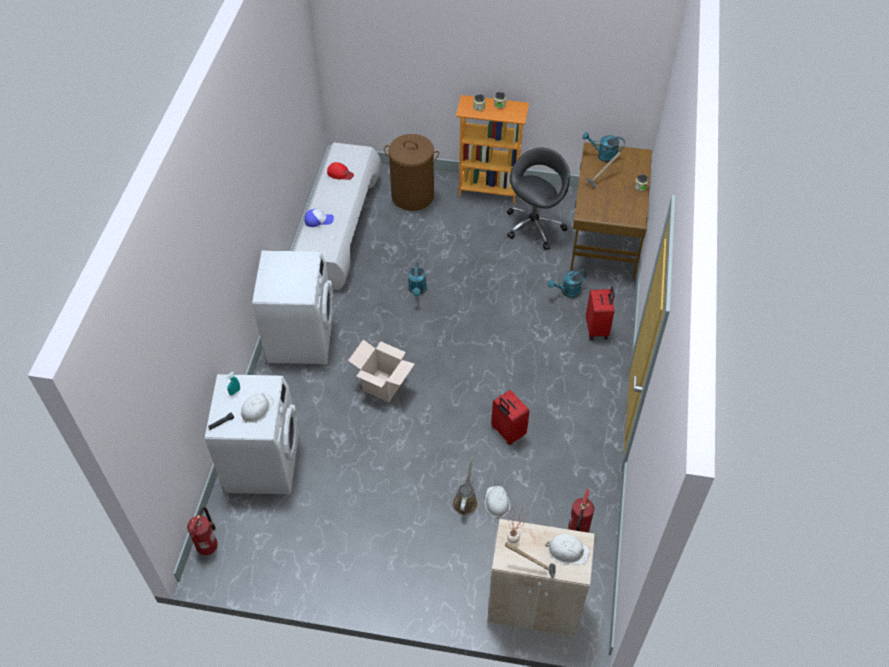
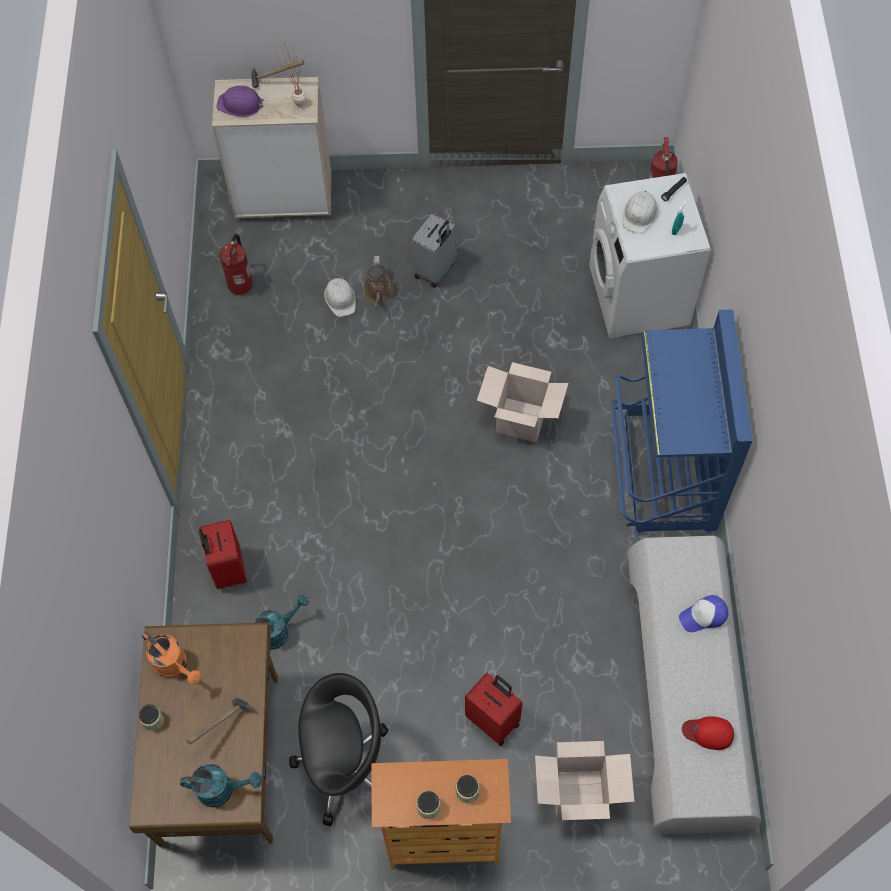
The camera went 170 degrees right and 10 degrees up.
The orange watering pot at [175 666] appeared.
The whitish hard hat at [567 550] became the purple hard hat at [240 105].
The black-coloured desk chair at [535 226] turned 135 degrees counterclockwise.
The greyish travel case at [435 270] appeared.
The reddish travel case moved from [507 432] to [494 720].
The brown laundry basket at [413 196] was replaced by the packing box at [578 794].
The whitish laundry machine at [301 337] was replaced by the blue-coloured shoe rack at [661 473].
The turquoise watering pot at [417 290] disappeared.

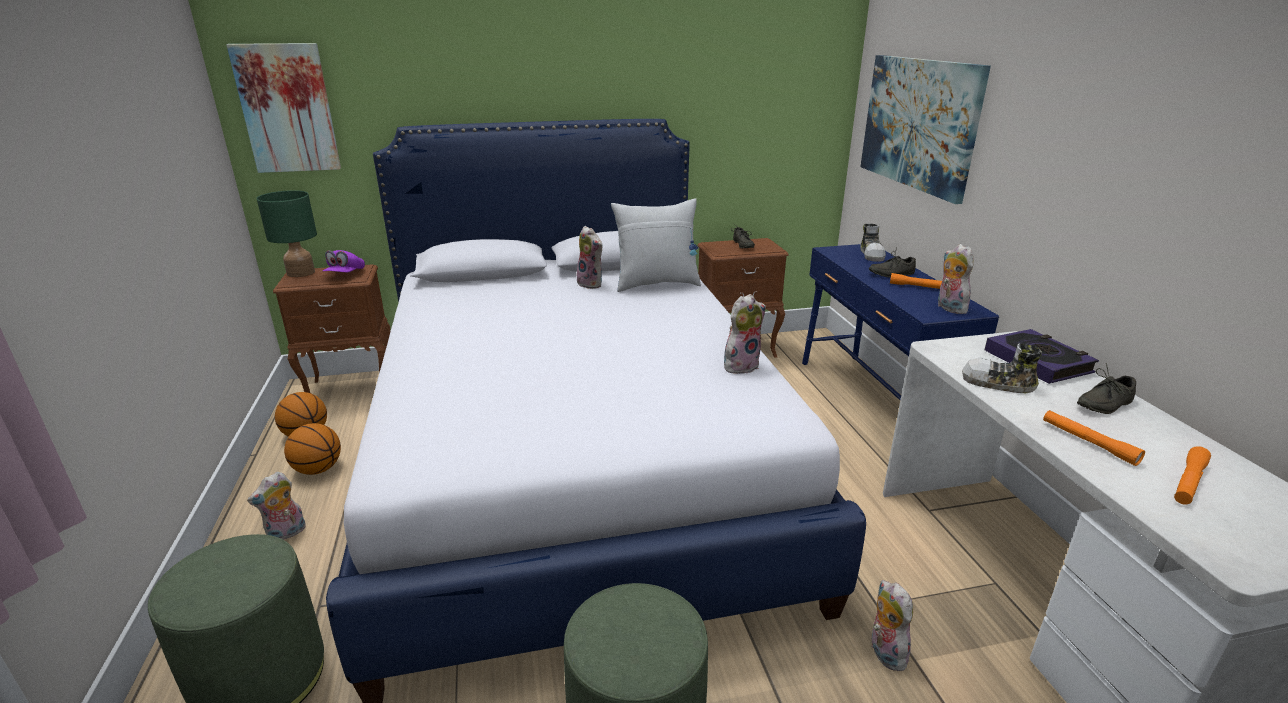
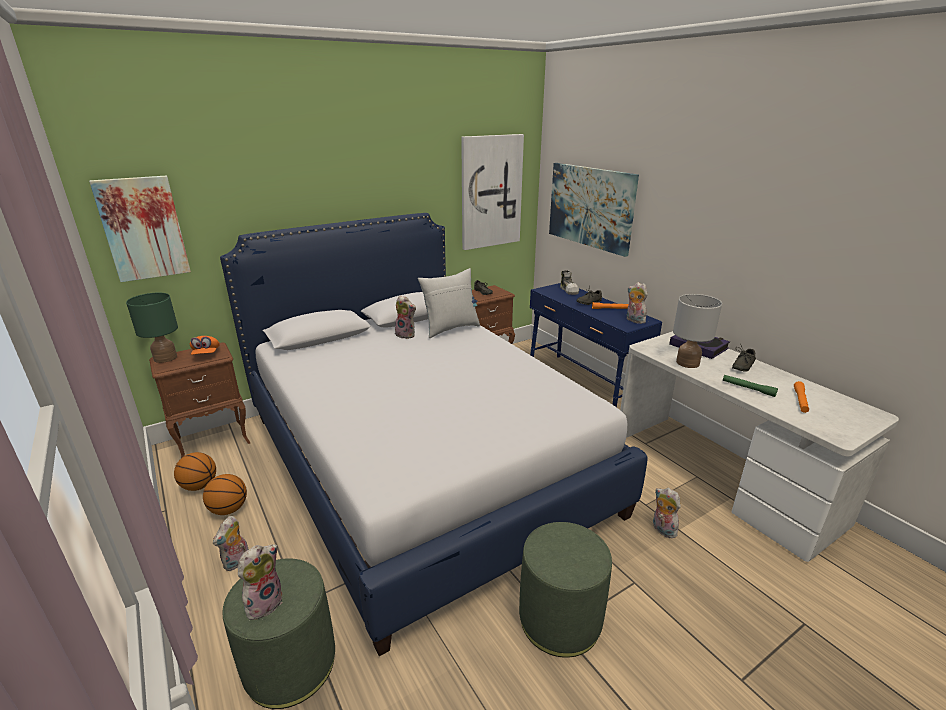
The camera went 20 degrees left and 0 degrees up.
The purple peaked cap at [345 274] became the orange peaked cap at [206 354].
The cuddly toy moved from [741 365] to [264 602].
The picture at [491 192] appeared.
The item of footwear at [997 383] was replaced by the greyish table lamp at [687 363].
The orange torch at [1088 442] became the green torch at [748 389].

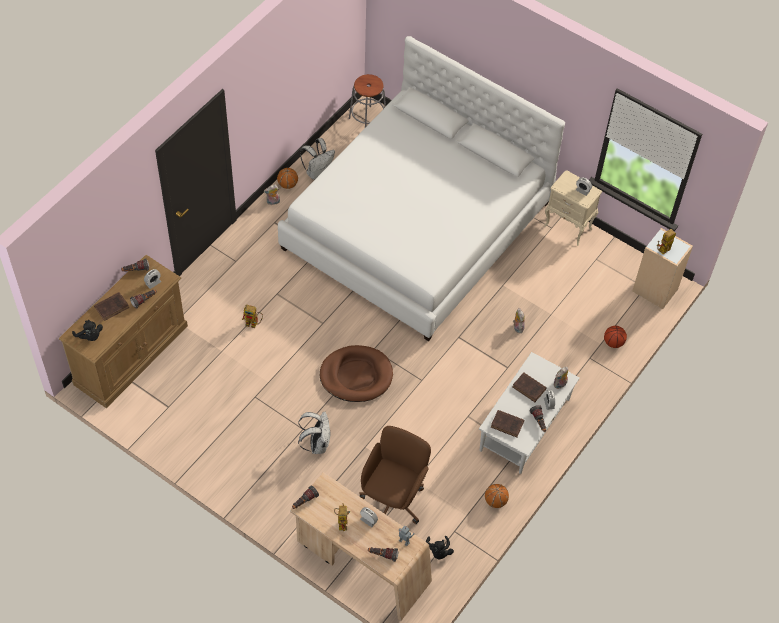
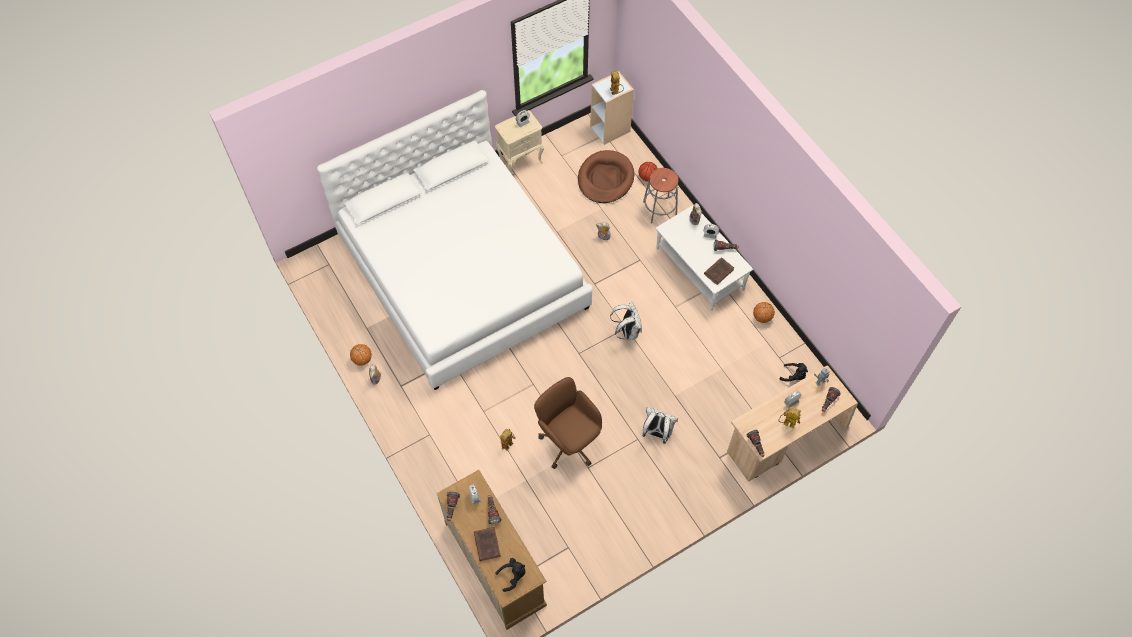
The camera went 65 degrees left and 5 degrees up.
The brown desk chair moved from [393 502] to [569 443].
The brown dog bed moved from [356 375] to [605 179].
The whitish backpack moved from [318 172] to [627 331].
The greyish stool seat moved from [367 120] to [660 209].
The brown book at [529 388] disappeared.

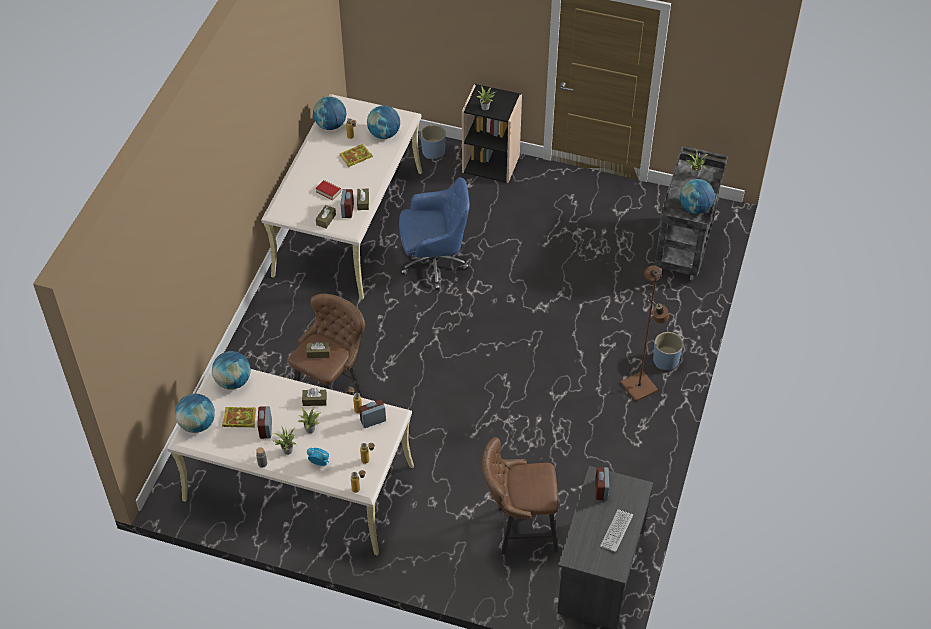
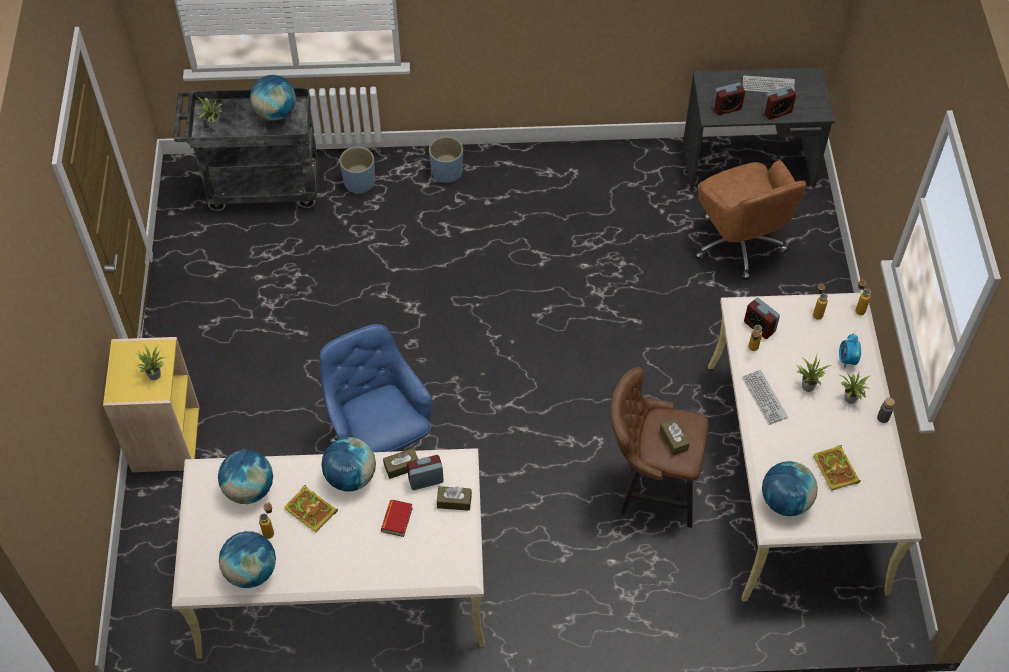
The camera went 110 degrees left and 5 degrees up.
The black-coloured bookcase at [491 163] became the yellow-coloured bookcase at [165 438].
The desk globe moved from [197 424] to [351 477].
The blue-coloured flower pot moved from [433 152] to [360 182].
The brown stool seat at [518 530] was replaced by the brown desk chair at [738 244].
The brown tissue holder at [314 400] was replaced by the keyboard at [764 398].
The table clock moved from [266 429] to [777 112].
The brown standing lamp at [638 387] disappeared.

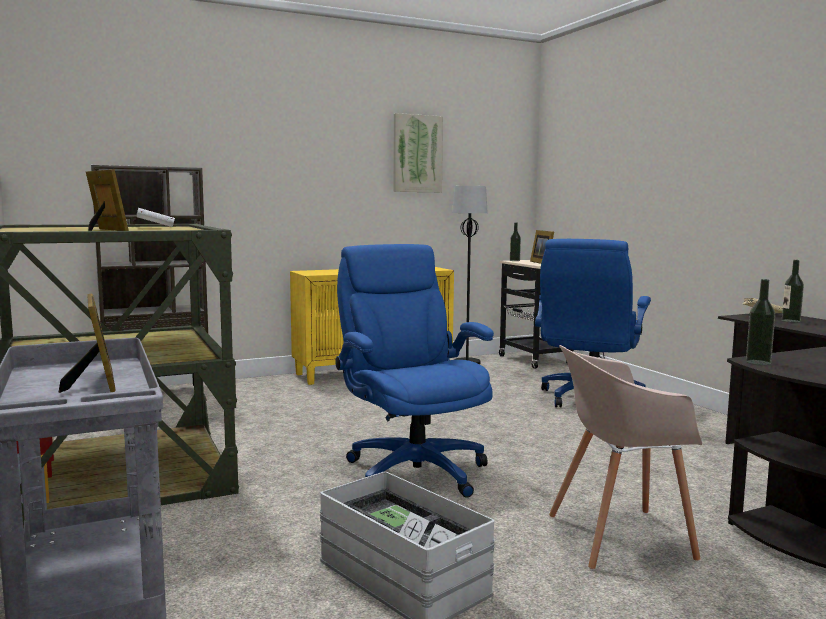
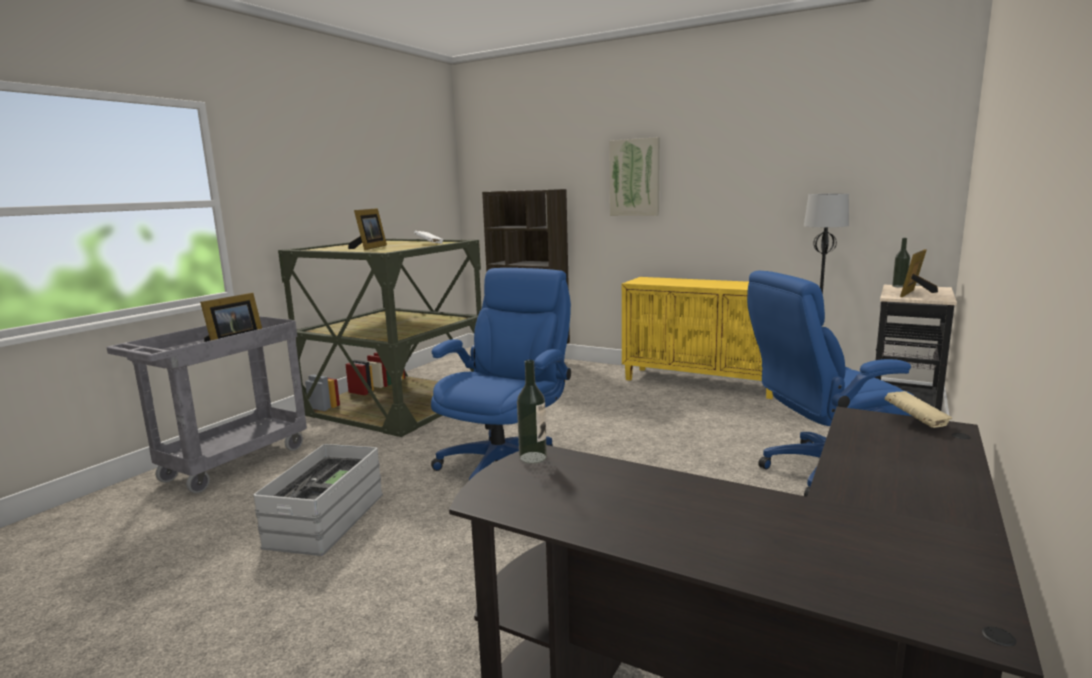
The camera went 55 degrees right and 5 degrees up.
The picture moved from [417 153] to [634 177].
The beige chair at [618 537] disappeared.
The drink bottle at [790 321] disappeared.

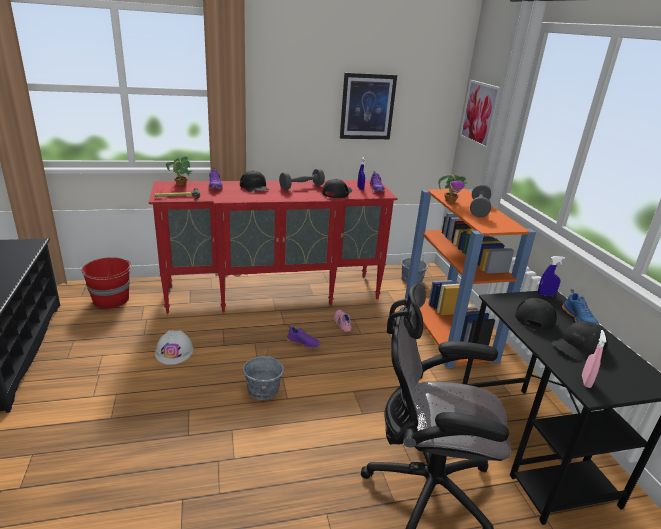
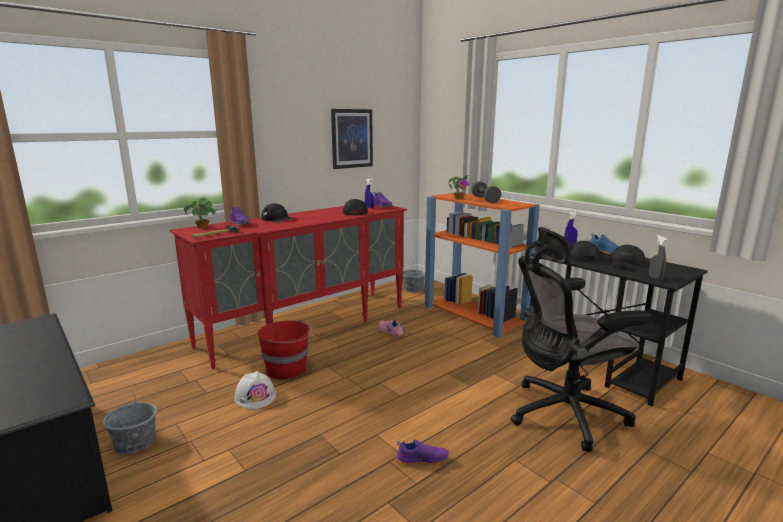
The camera went 25 degrees left and 10 degrees down.
The greyish pail moved from [263 389] to [135 442].
The reddish pail moved from [111 300] to [287 369].
The purple item of footwear moved from [303 343] to [422 459].
The pink spray bottle at [586 381] became the greyish spray bottle at [655 277].
The greyish dumbbell at [301 187] disappeared.
The picture at [480 113] disappeared.

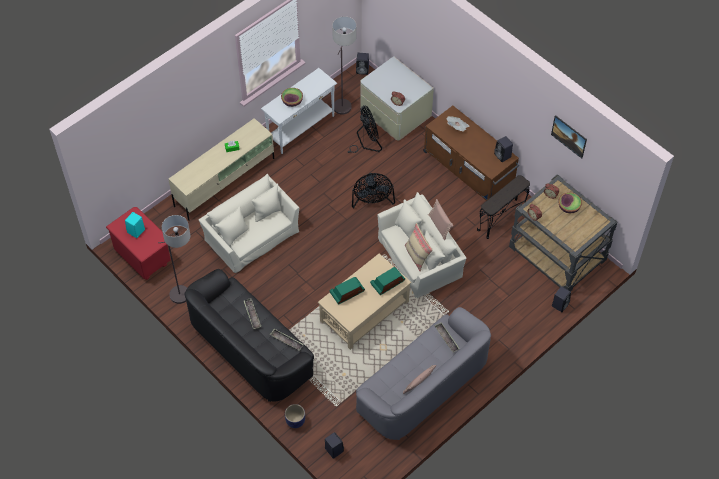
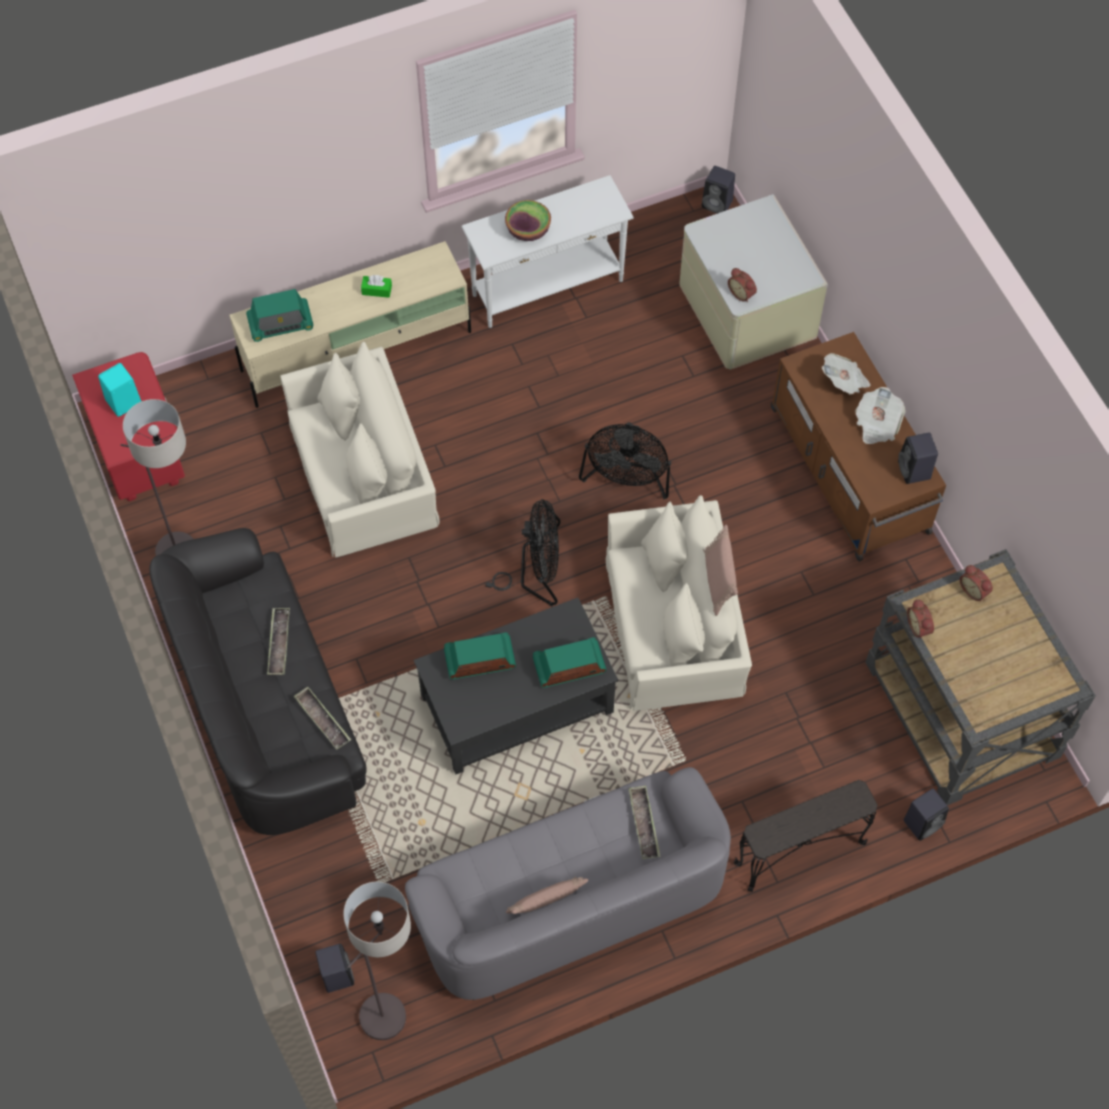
The camera went 20 degrees right and 5 degrees up.
The radio receiver at [280 323] appeared.
The beige lounge chair at [252 235] turned 90 degrees clockwise.
The greyish standing lamp moved from [344 103] to [392 1006].
The beige coffee table at [364 311] became the black-coloured coffee table at [516 703].
The black-coloured electric fan moved from [365 140] to [535 569].
The black-coloured end table moved from [501 219] to [800 853].
The printed paper at [877 424] appeared.
The flower pot at [295 421] disappeared.
The beige pillow at [417 256] disappeared.
The picture at [568 141] disappeared.
The bowl at [568 207] disappeared.

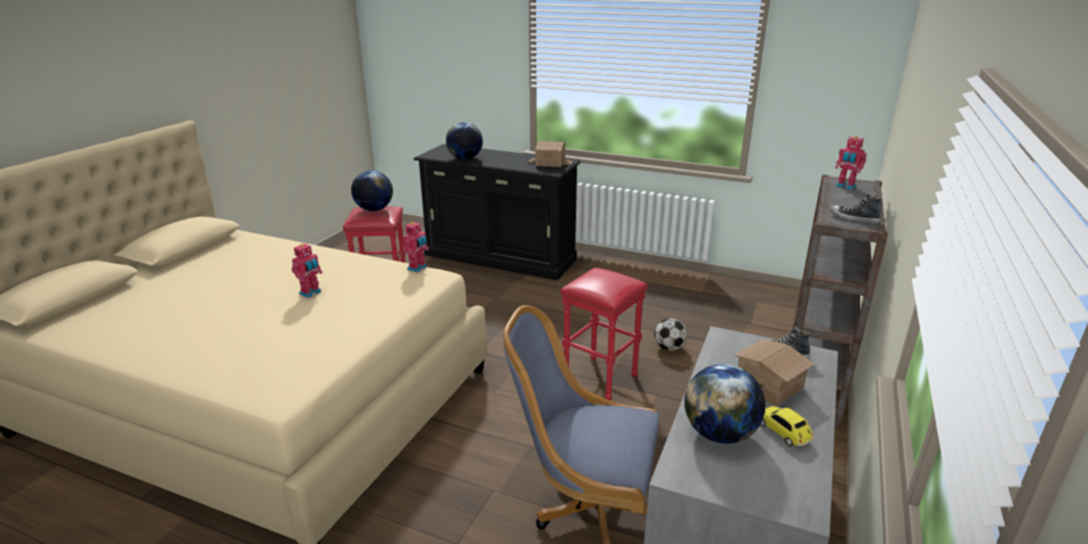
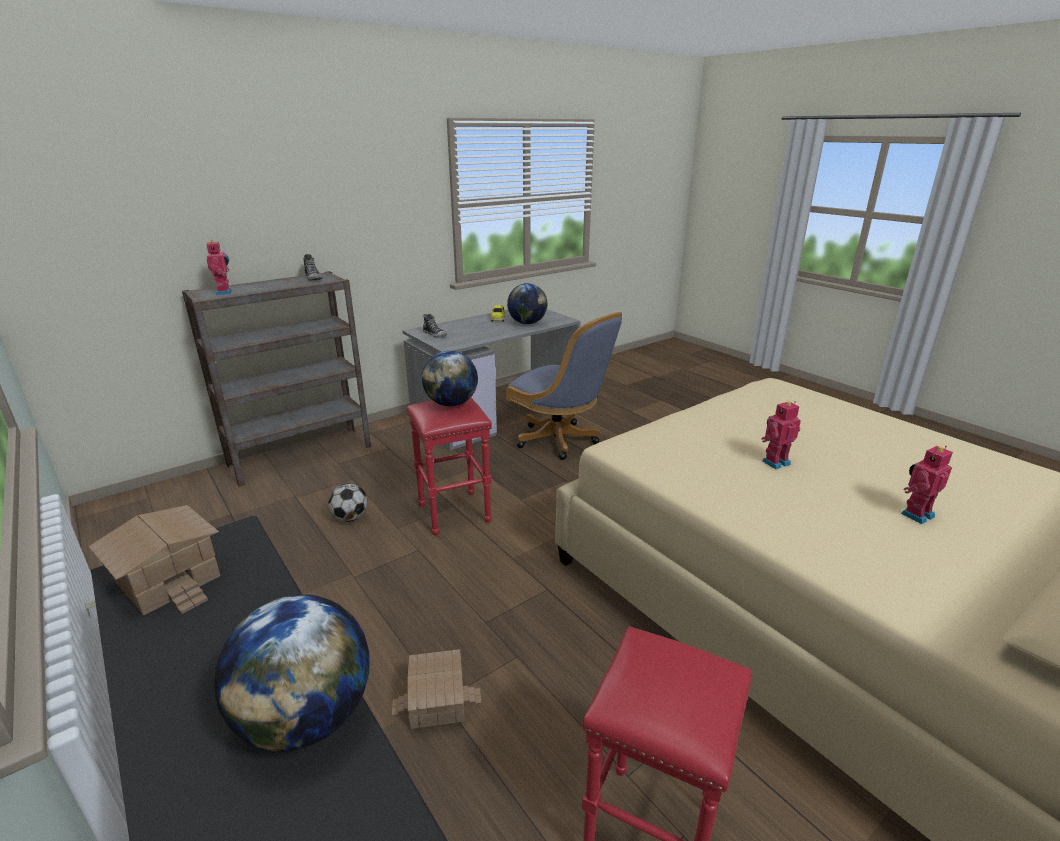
The camera went 150 degrees left and 0 degrees up.
The toy house moved from [770 387] to [437 701].
The desk globe moved from [374 209] to [451 403].
The robot figure moved from [418 268] to [915 514].

